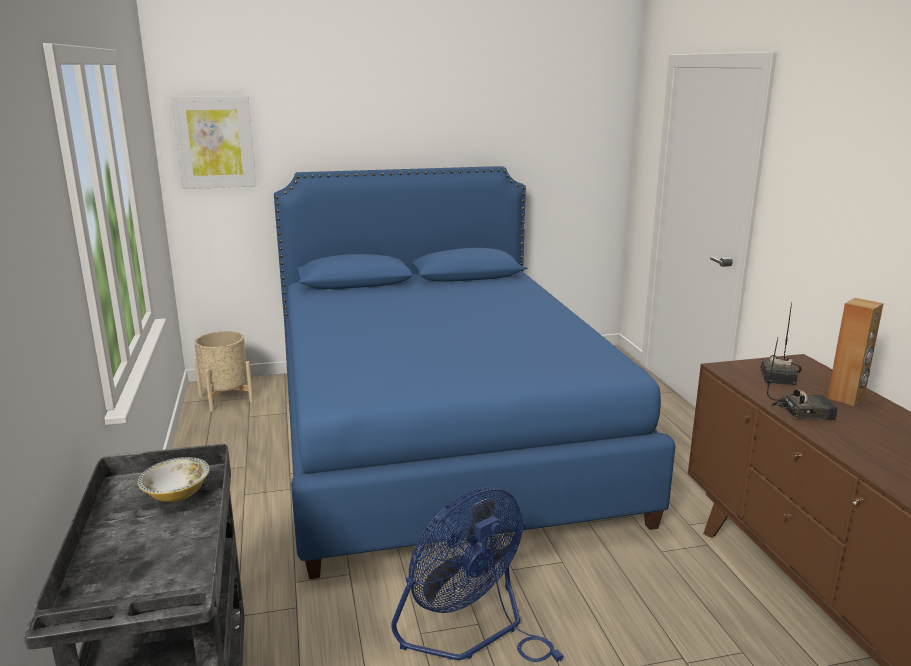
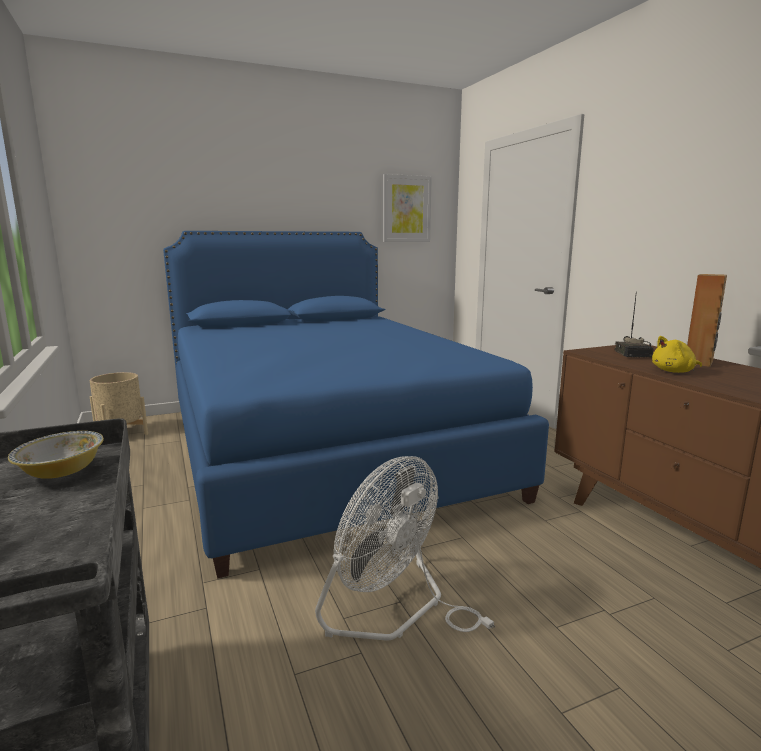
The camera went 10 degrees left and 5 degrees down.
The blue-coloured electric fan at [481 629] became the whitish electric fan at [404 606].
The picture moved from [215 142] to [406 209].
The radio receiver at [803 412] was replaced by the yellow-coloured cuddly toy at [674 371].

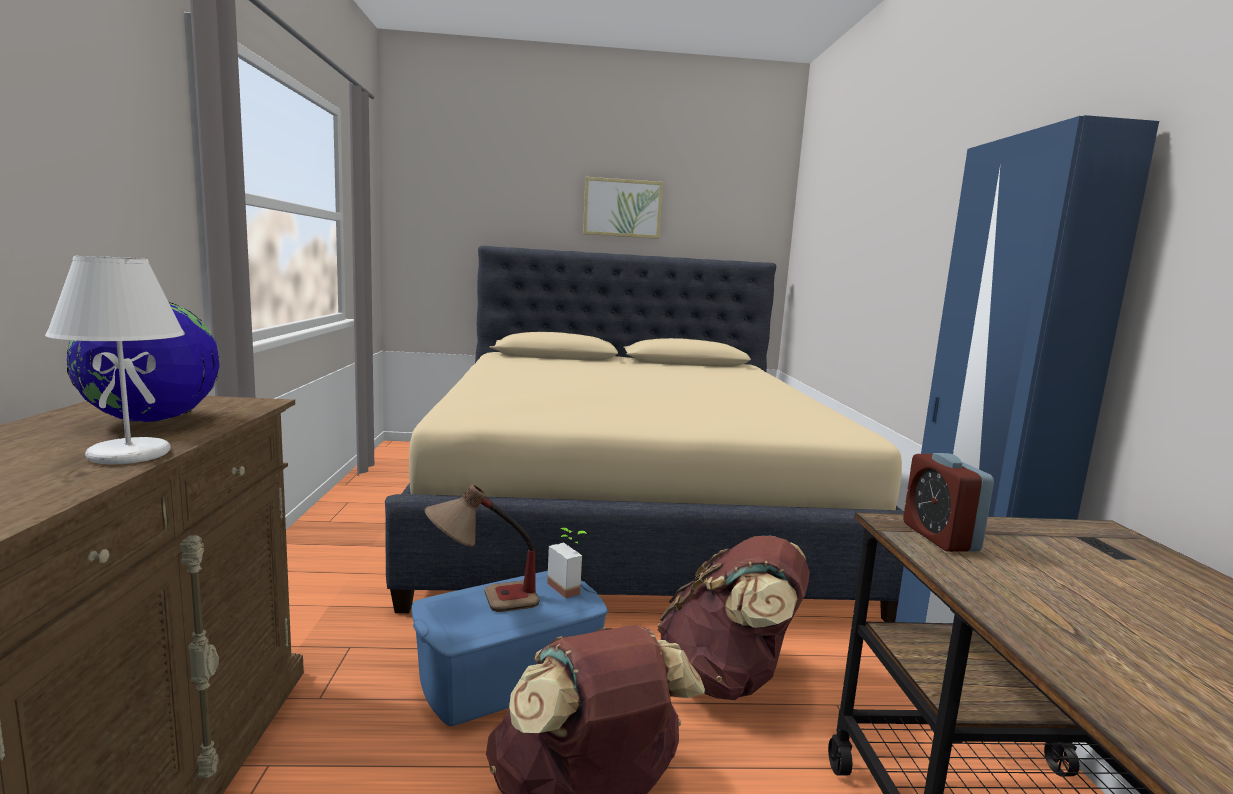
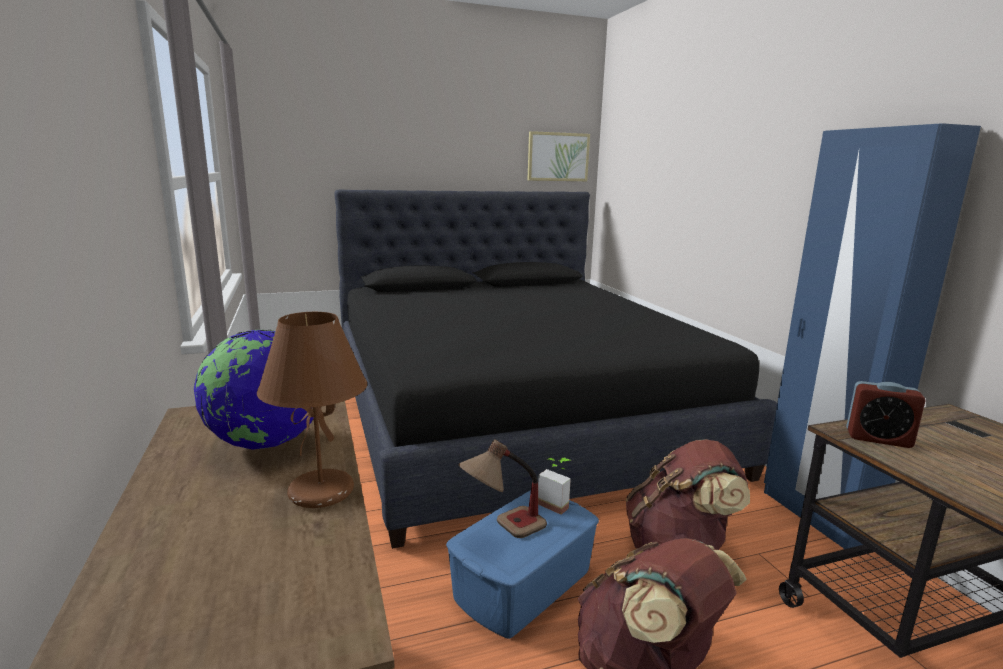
The camera went 15 degrees left and 5 degrees up.
The whitish table lamp at [128 456] became the brown table lamp at [321 493].
The beige bed at [629 509] became the black-coloured bed at [514 415].
The picture moved from [622 208] to [558 157].
The table clock at [939 537] turned 45 degrees counterclockwise.

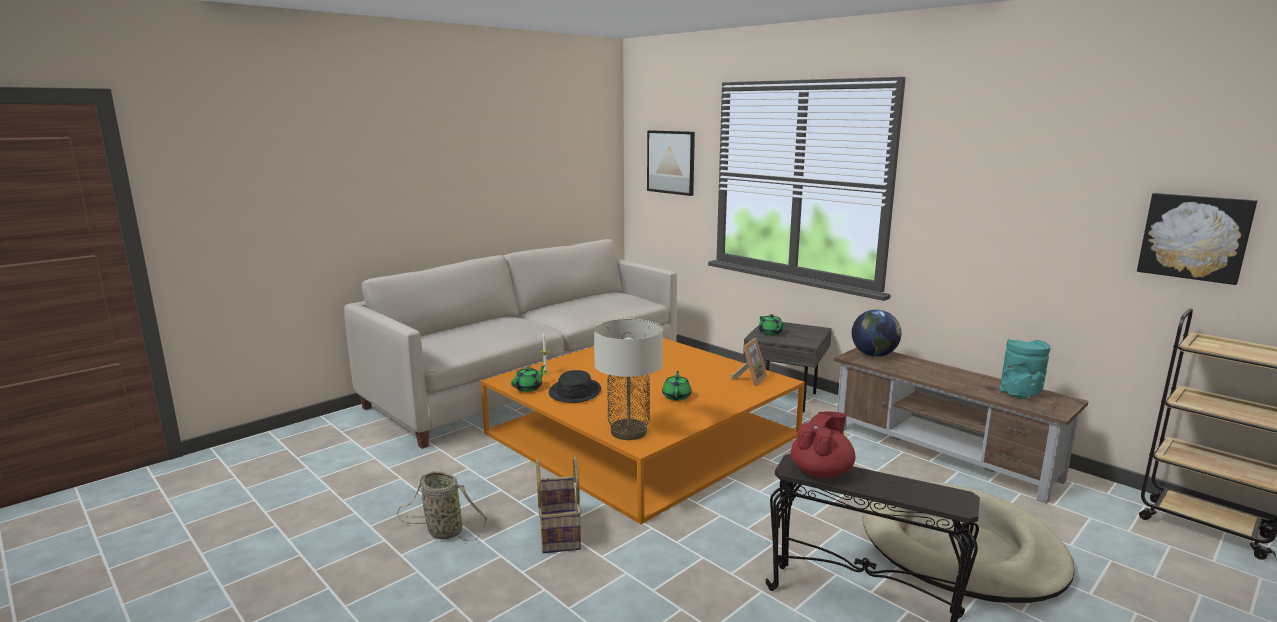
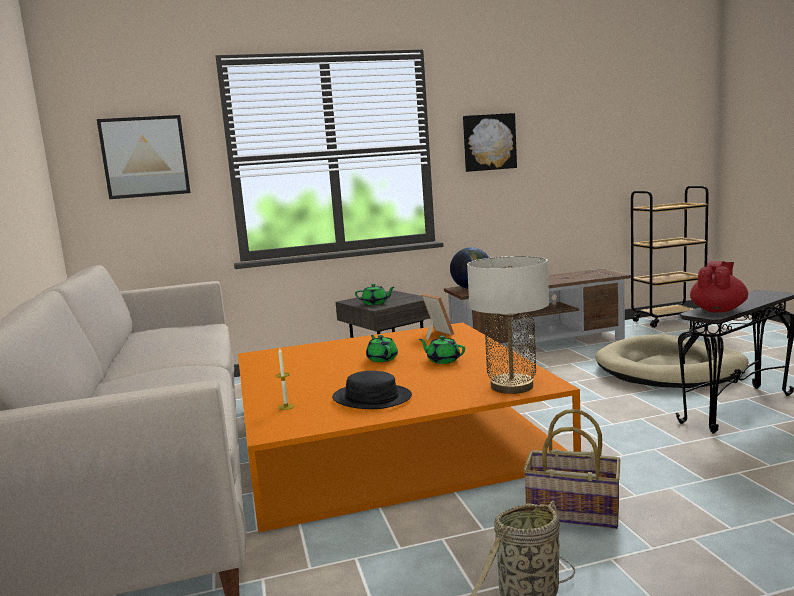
The camera went 60 degrees left and 5 degrees down.
The green pot for tea moved from [528 388] to [382 359].
The picture moved from [1194 237] to [489 142].
The reddish pot for tea at [821 471] turned 60 degrees clockwise.
The turquoise vase at [1020 394] disappeared.

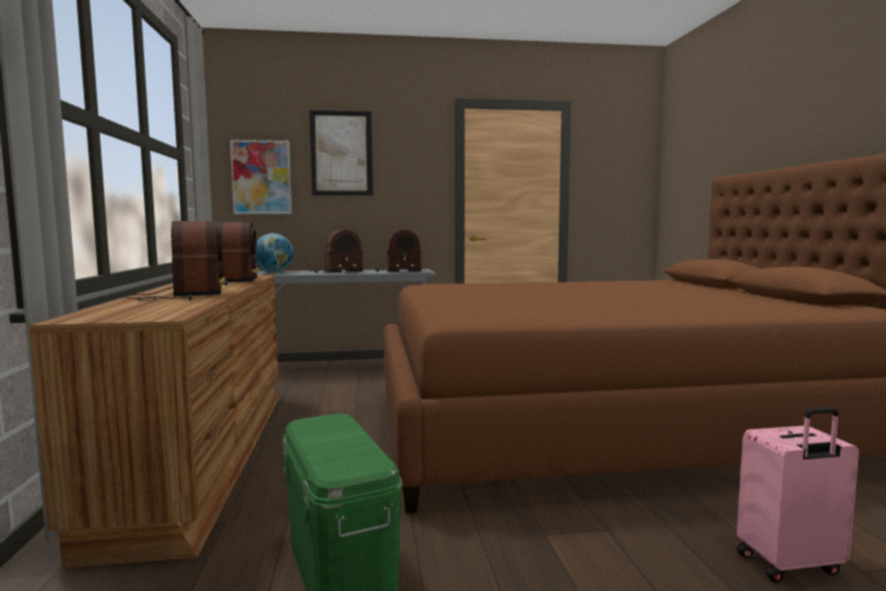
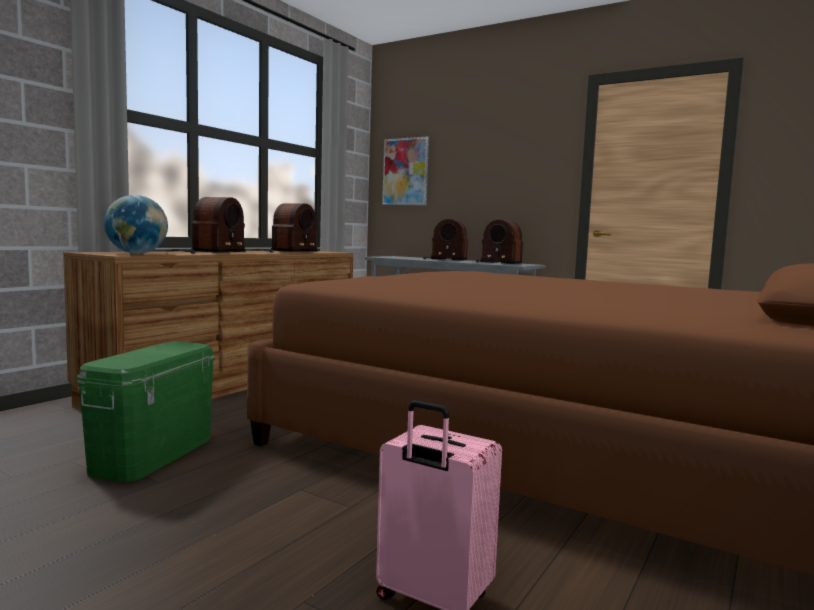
The camera went 40 degrees right and 0 degrees up.
The desk globe moved from [274 272] to [137 253].
The picture at [341 153] disappeared.

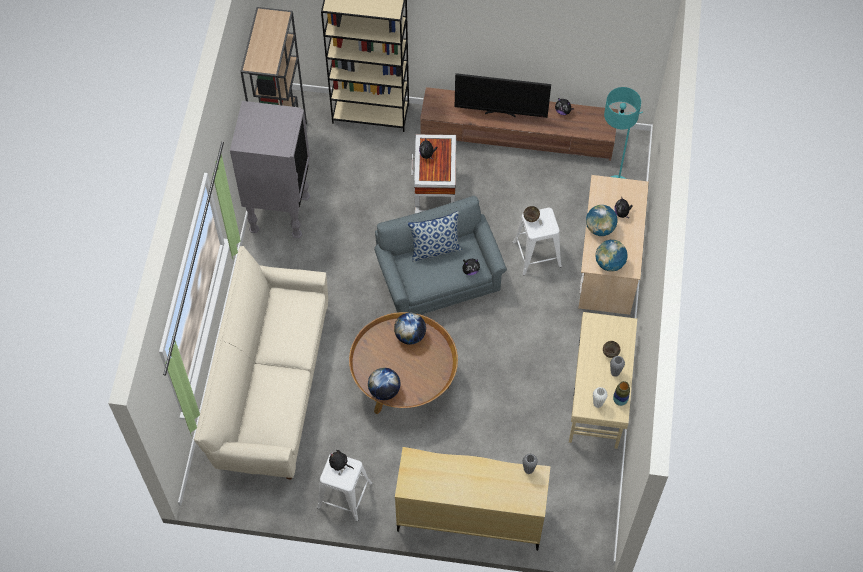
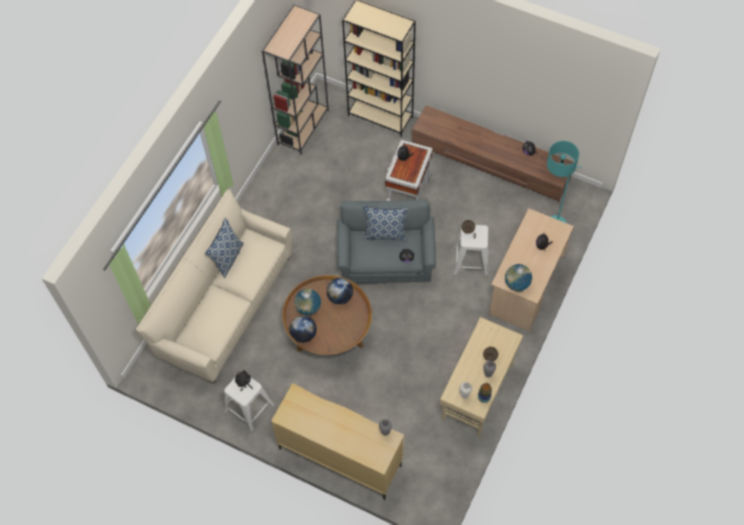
The camera went 20 degrees right and 0 degrees up.
The pillow at [228 258] appeared.
The desk globe moved from [600 228] to [308 307].
The greyish storage cabinet at [281 212] disappeared.
The television at [501 113] disappeared.

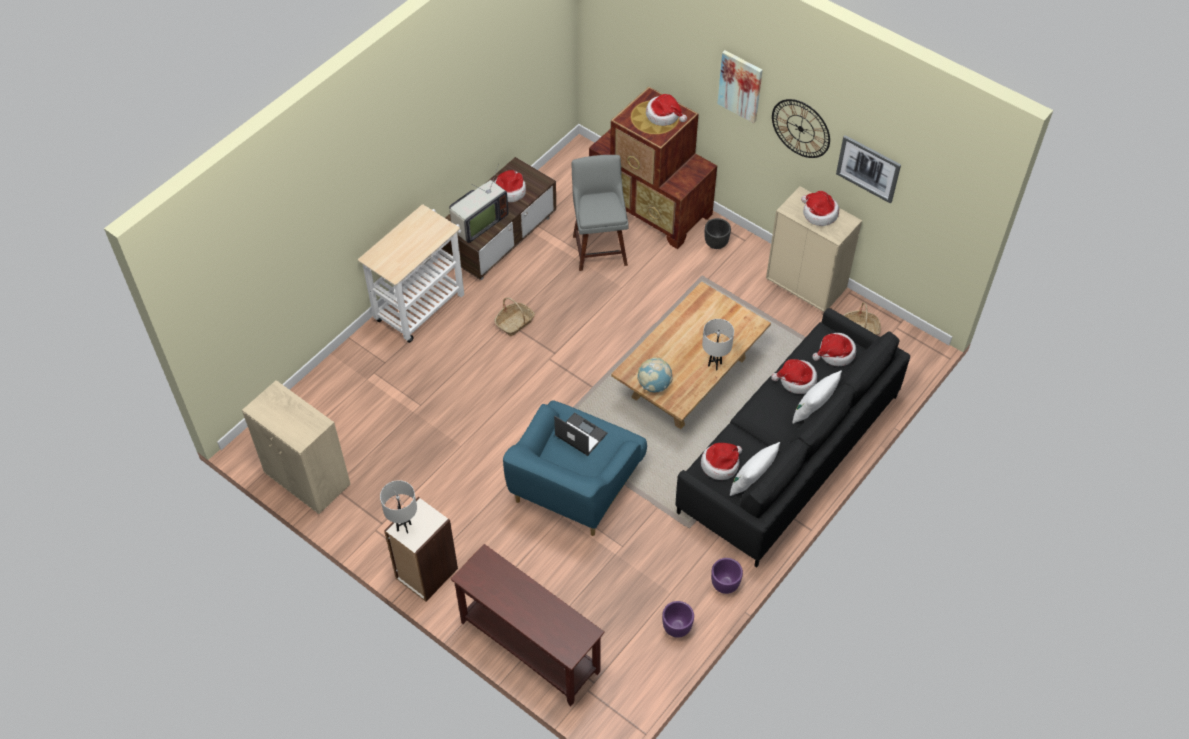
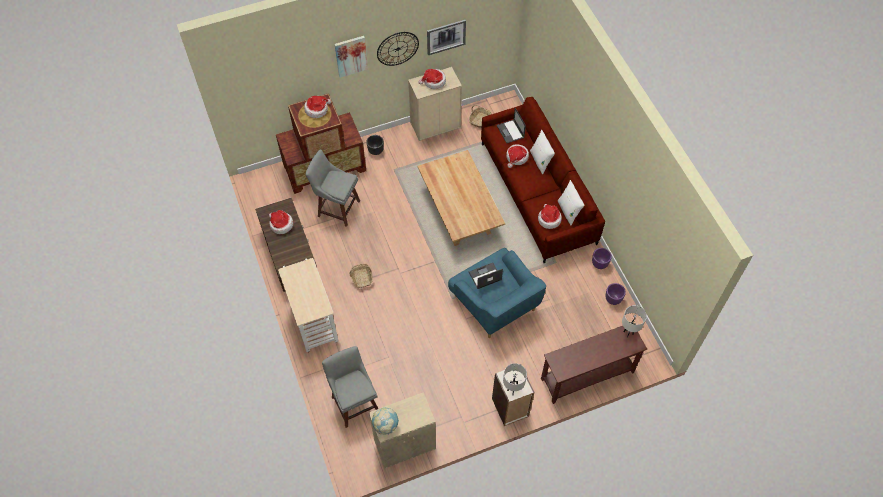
The camera went 60 degrees left and 5 degrees up.
The greyish stool seat at [355 402] appeared.
The desk globe moved from [654 385] to [385 425].
The black-coloured couch at [788 453] became the reddish couch at [537 193].
The clothing hat at [835 353] was replaced by the notebook computer at [510 132].
The whitish table lamp moved from [714 364] to [628 333].
The television at [478 224] disappeared.

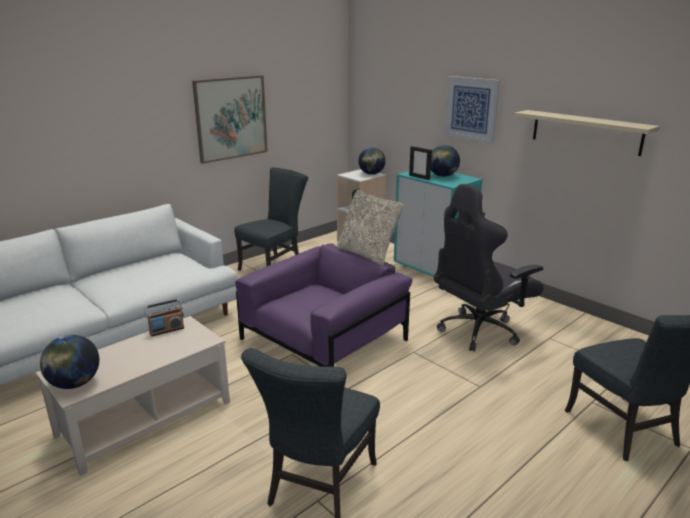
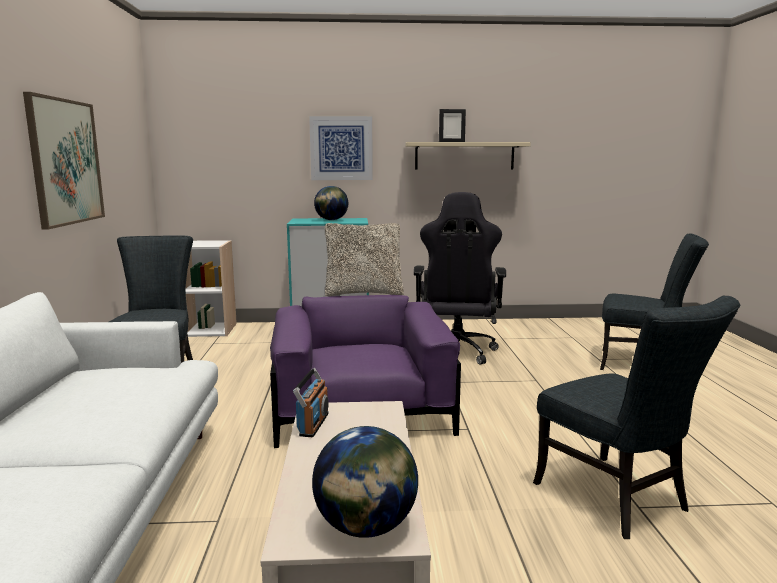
The camera went 50 degrees left and 10 degrees down.
The picture frame moved from [419 177] to [451 142].
The desk globe at [371 174] disappeared.

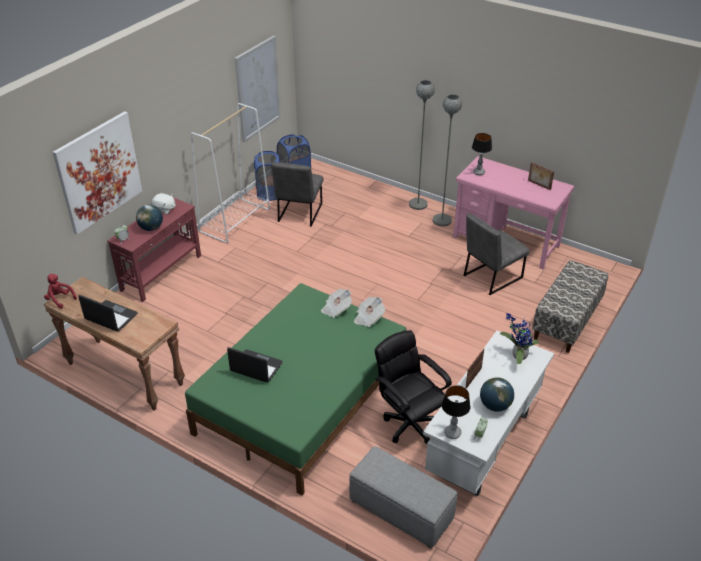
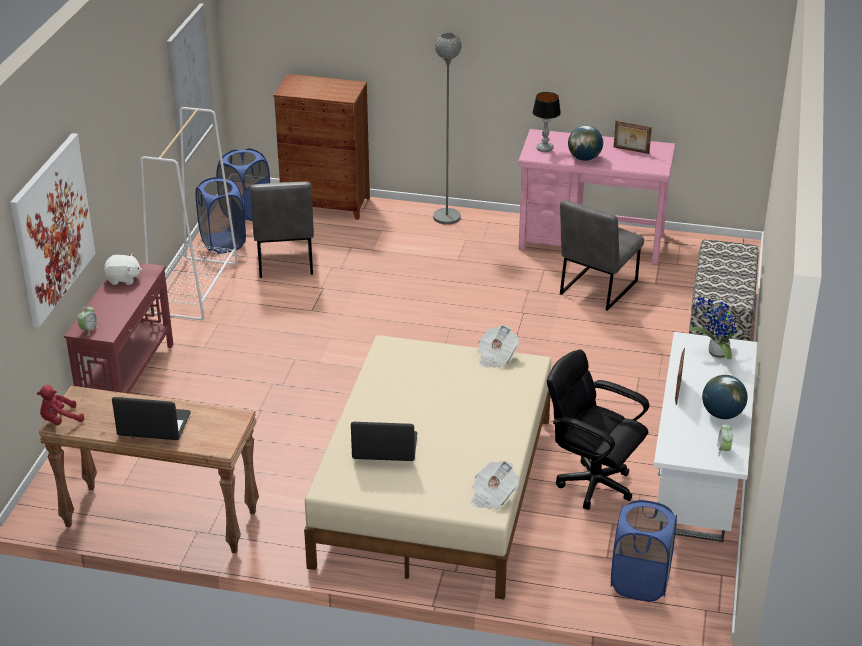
The camera went 20 degrees left and 5 degrees down.
The reddish cuddly toy at [60 299] turned 45 degrees counterclockwise.
The brown chest of drawers at [326 205] appeared.
The green bed at [301 399] became the beige bed at [434 490].
The printed paper moved from [336 309] to [492 496].
The desk globe moved from [151 228] to [584 158].
The greyish pouffe at [401 510] was replaced by the blue-coloured laundry basket at [640 582].
The greyish standing lamp at [442 220] disappeared.
The table lamp at [452 433] disappeared.

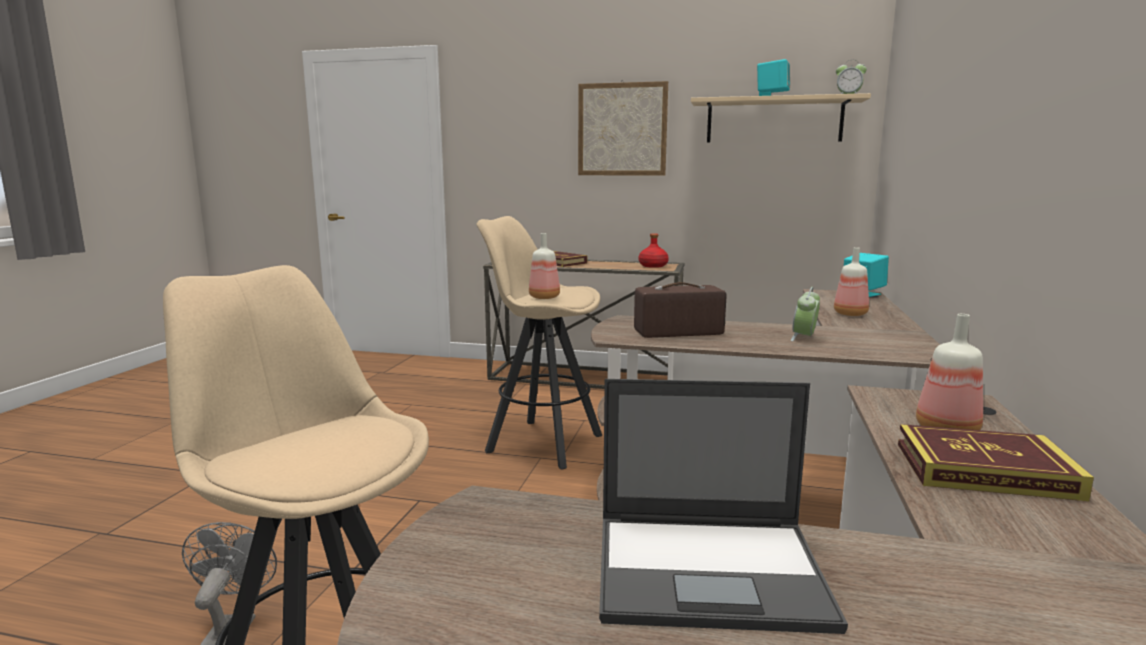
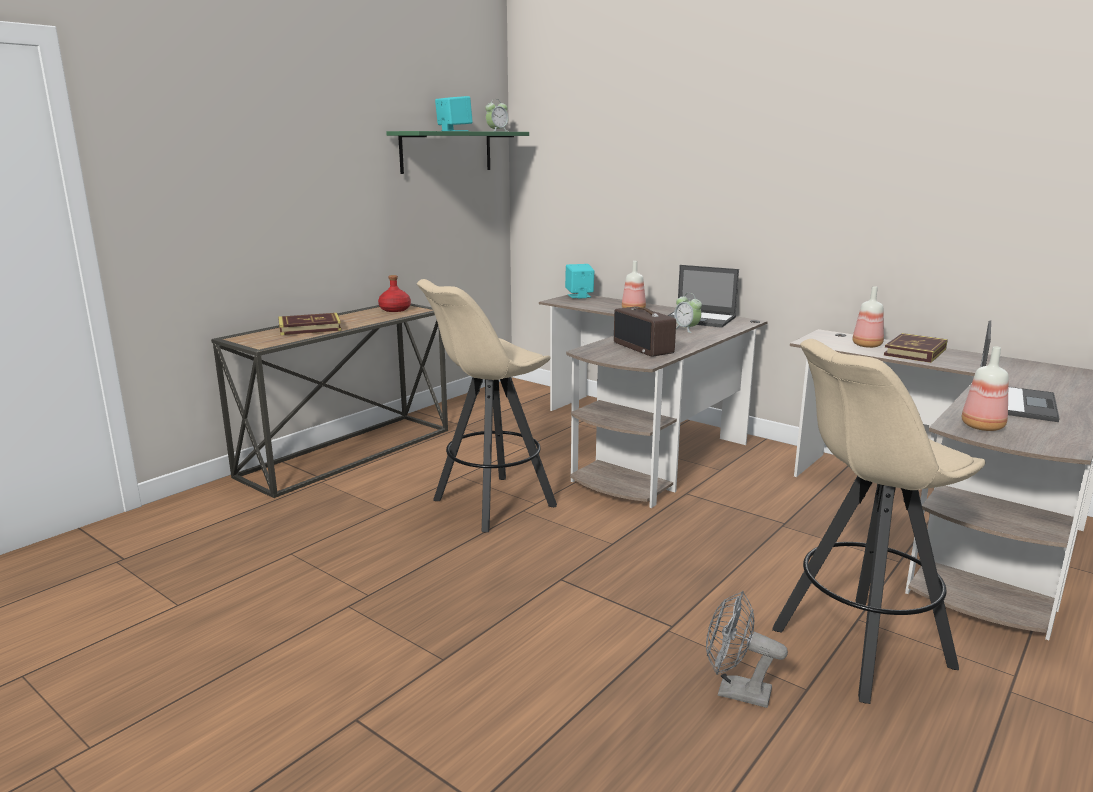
The camera went 65 degrees left and 5 degrees up.
The beige bracket shelf at [774 121] became the green bracket shelf at [446 151].
The radio receiver at [678 332] turned 45 degrees counterclockwise.
The notebook computer at [700 319] appeared.
The drink bottle moved from [545 297] to [982 426].
The picture at [622 128] disappeared.

